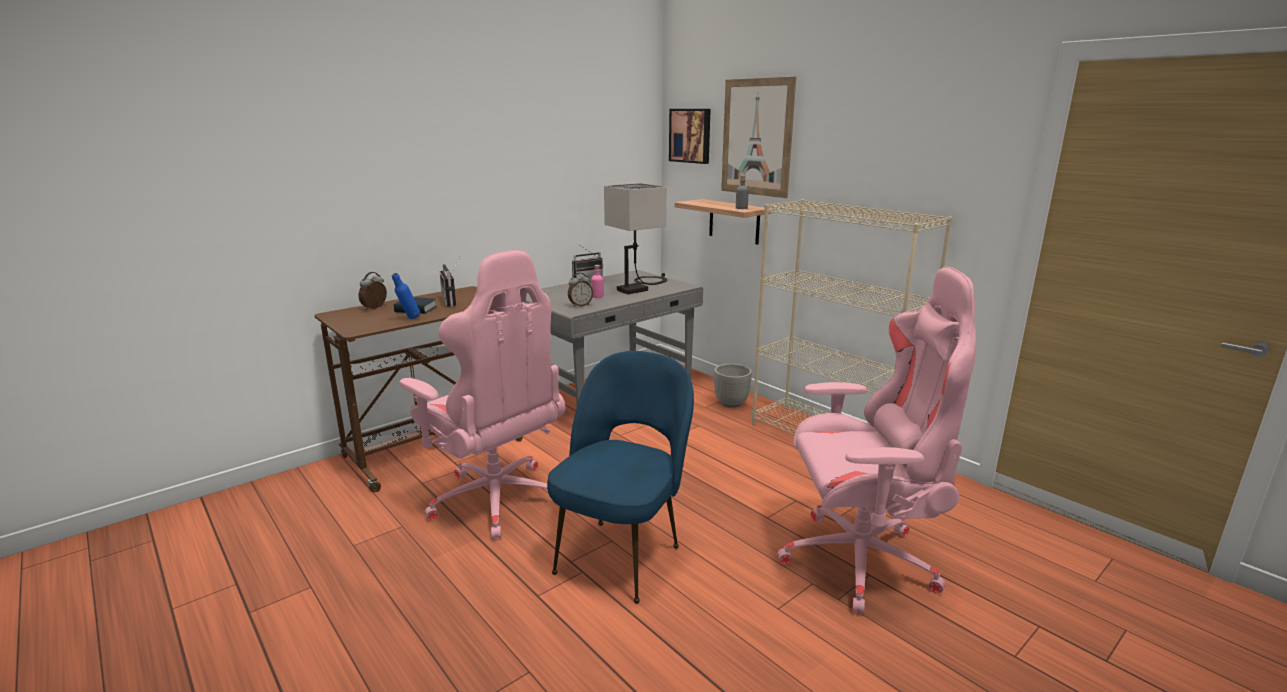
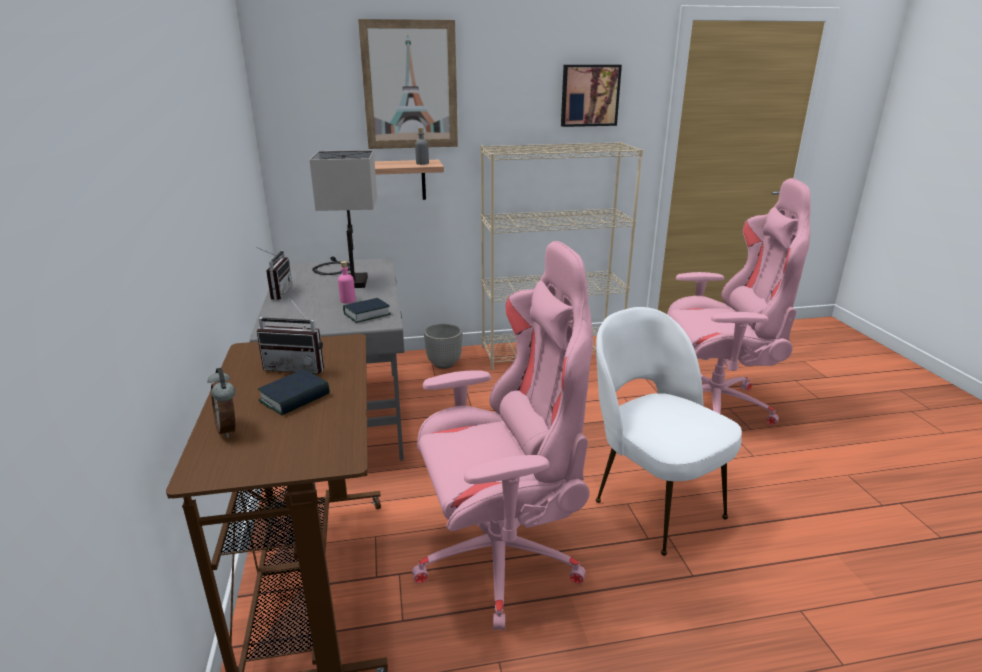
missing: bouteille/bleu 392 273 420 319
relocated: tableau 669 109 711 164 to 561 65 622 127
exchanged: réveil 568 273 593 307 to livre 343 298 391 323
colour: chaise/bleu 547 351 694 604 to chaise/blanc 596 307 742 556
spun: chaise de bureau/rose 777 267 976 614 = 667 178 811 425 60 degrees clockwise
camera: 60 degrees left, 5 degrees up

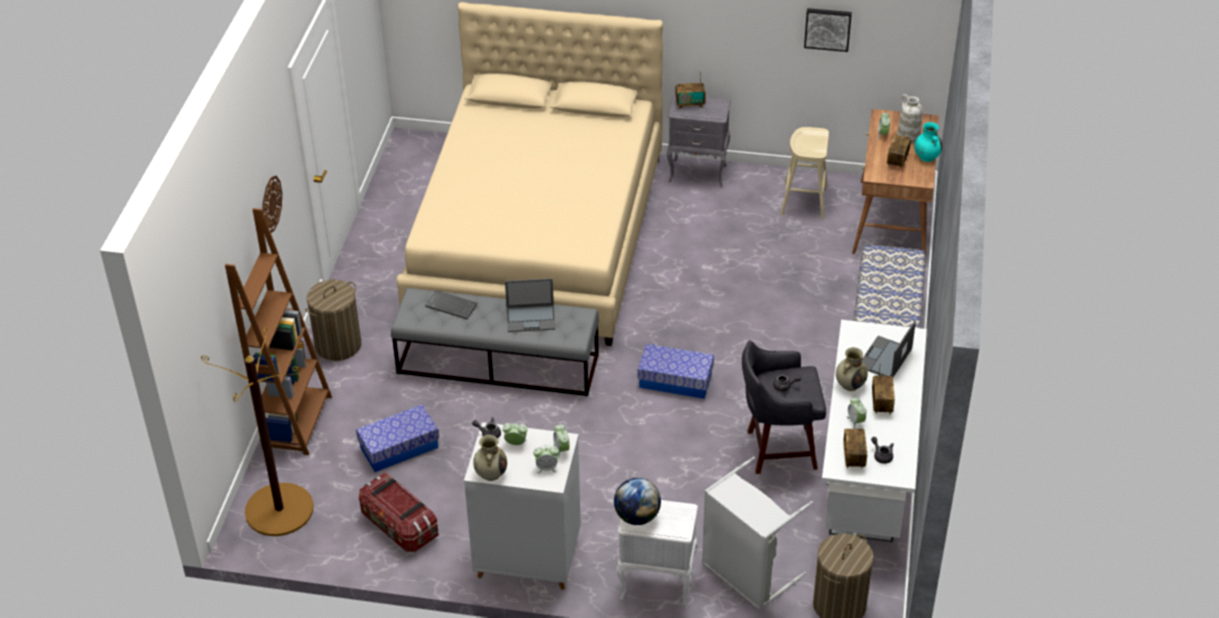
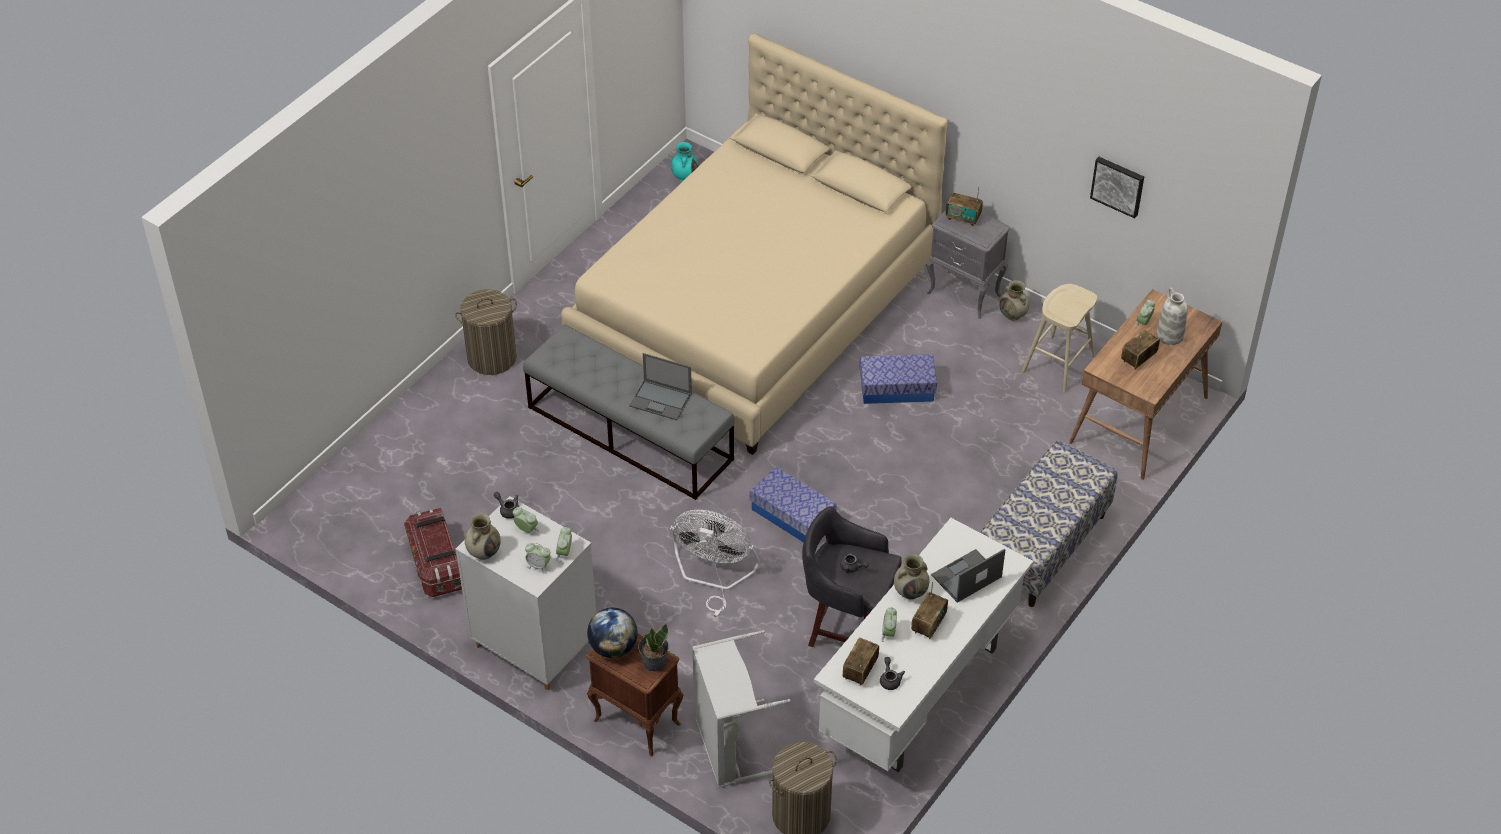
missing: horloge murale 262 176 282 233; bibliothèque/marron 225 208 332 455; clavier 425 290 477 319; portant/marron 201 327 313 536
appeared: vase/beige 999 280 1029 321; ventilateur/blanc 670 510 760 617; plante en pot 638 624 669 672
relocated: vase/turquoise 914 122 943 162 to 671 142 698 181; boîte de rangement 356 405 439 472 to 860 354 937 404
colour: table de chevet/blanc 617 500 698 608 to table de chevet/marron 586 633 683 757
camera: 25 degrees right, 5 degrees up

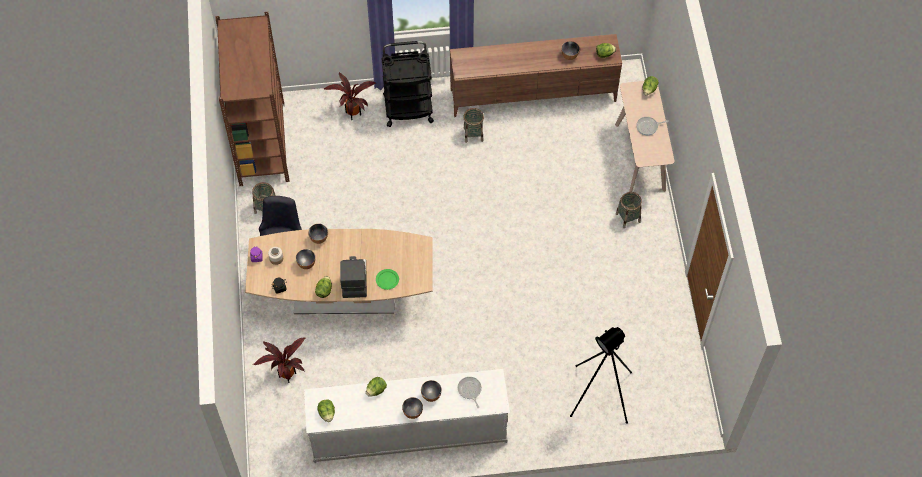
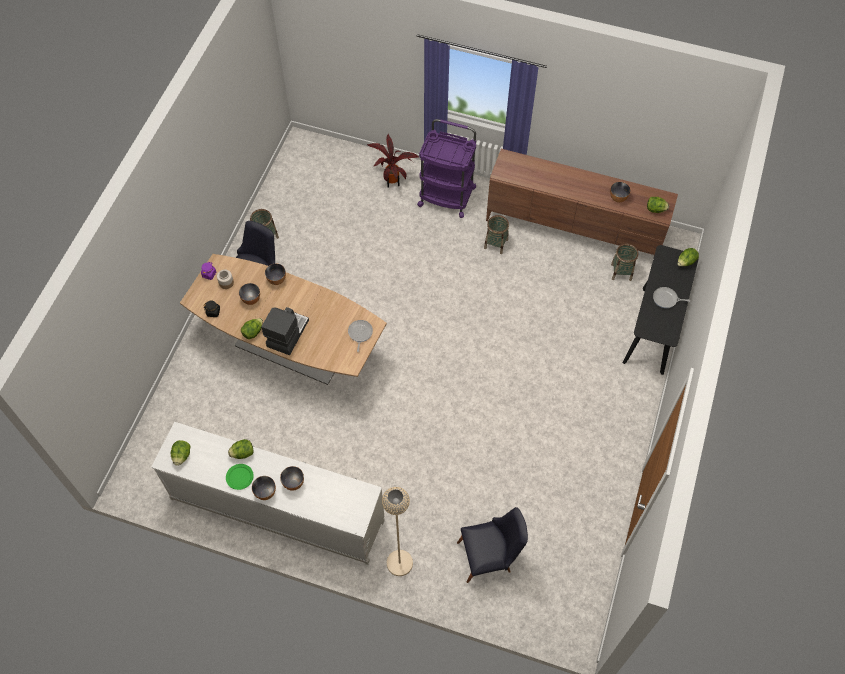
missing: bibliothèque/marron 215 12 289 186; plante en pot 253 337 305 383
appeared: lampadaire/beige 382 487 413 576
relocated: panier 616 192 642 228 to 611 244 638 281; assiette/vert 376 269 399 290 to 226 464 254 490; poêle 458 377 482 408 to 348 320 373 352
exchanged: lampadaire/noir 570 327 632 424 to chaise/noir 457 507 528 583
colour: chariot/noir 381 41 434 127 to chariot/violet 417 119 476 218; table console/beige 615 81 674 192 to table console/noir 622 245 699 375
camera: 25 degrees right, 0 degrees up

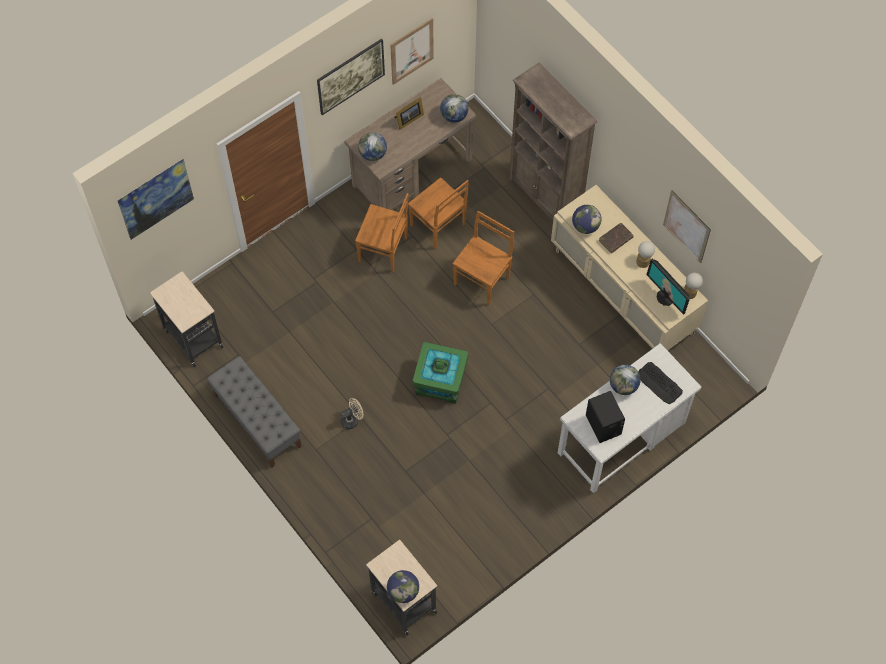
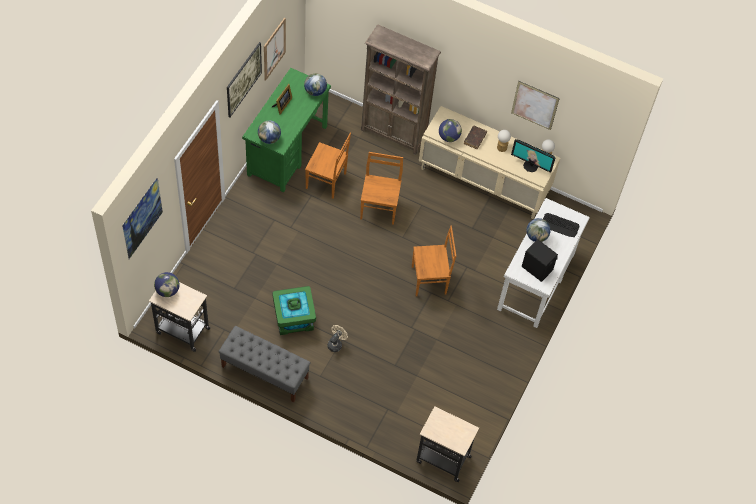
relocated: chaise/marron 355 193 408 272 to 412 226 456 296; boîte de rangement/vert 413 342 468 404 to 273 286 316 335; globe 387 570 419 603 to 154 272 179 297
colour: bureau/marron 344 78 476 210 to bureau/vert 242 68 331 192
camera: 30 degrees left, 5 degrees down

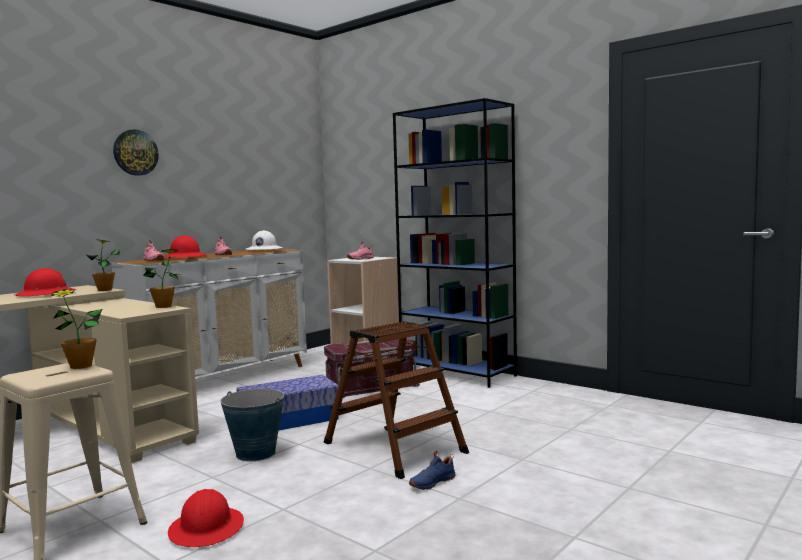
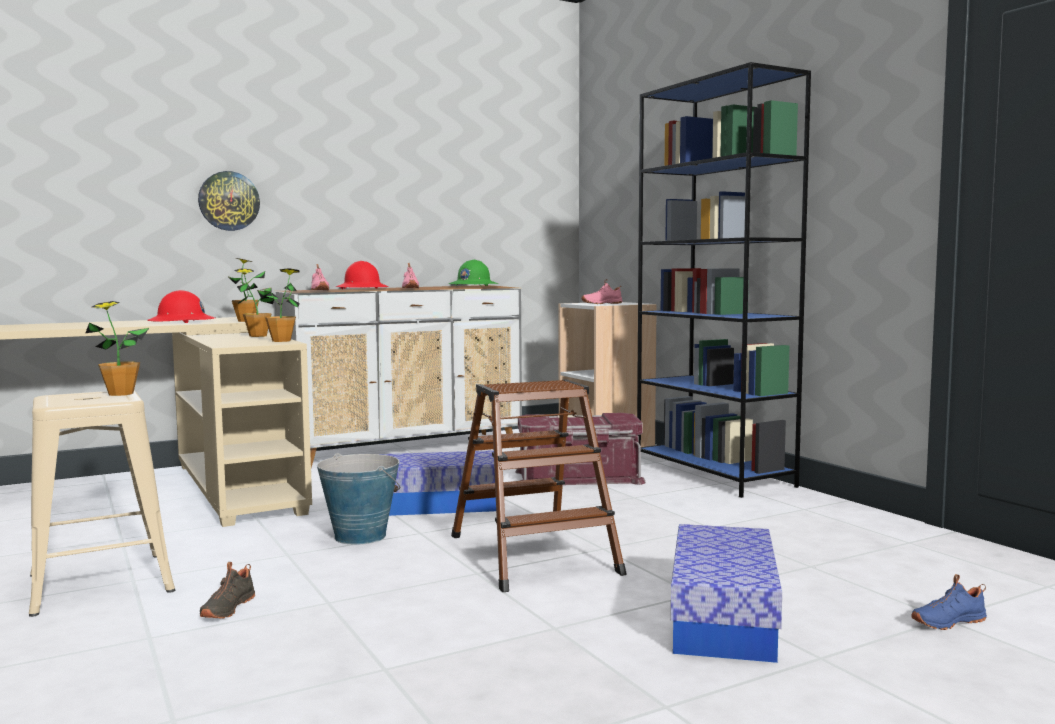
appeared: plante en pot 235 269 279 337; boîte de rangement 671 524 782 663
relocated: horloge murale 113 129 159 176 to 198 171 260 231; chaussure/bleu 409 451 456 490 to 911 574 987 630
exchanged: casque de chantier/rouge 168 489 244 547 to chaussure/noir 200 562 255 618
colour: casque de chantier/blanc 246 230 283 251 to casque de chantier/vert 449 260 499 286
camera: 20 degrees right, 0 degrees up

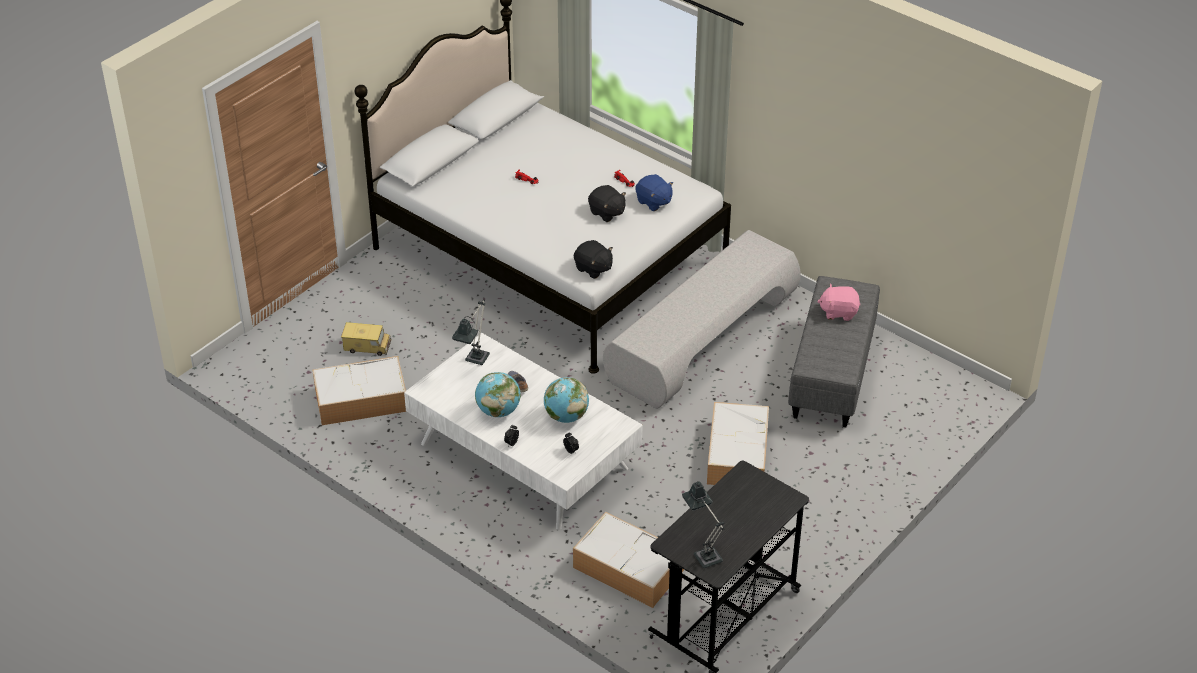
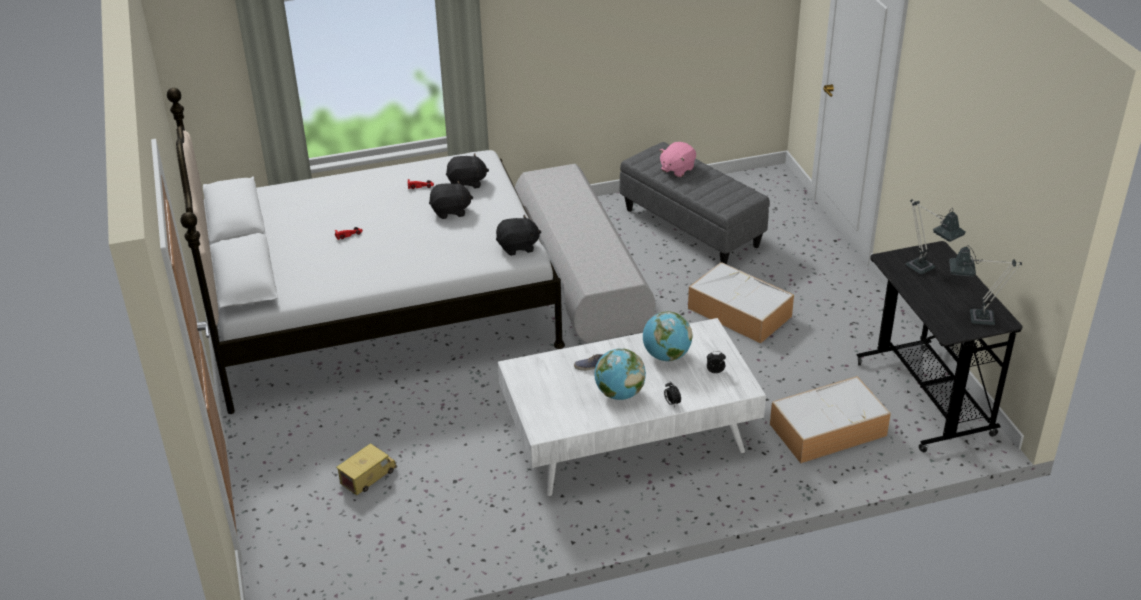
missing: boîte de rangement 312 356 406 425
relocated: lampe de table 452 299 490 365 to 905 200 966 274
colour: peluche/bleu 635 174 673 211 to peluche/noir 446 153 489 189
camera: 55 degrees left, 5 degrees down

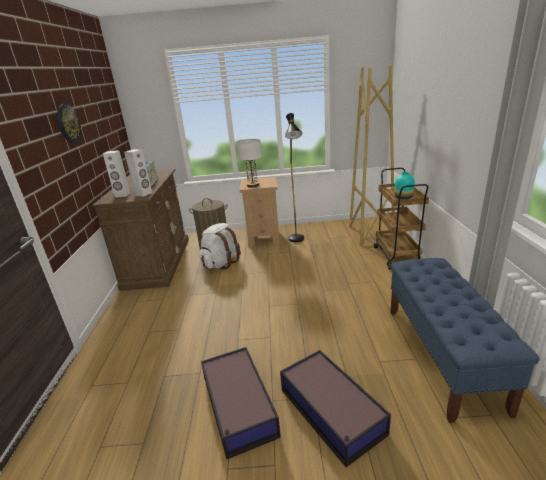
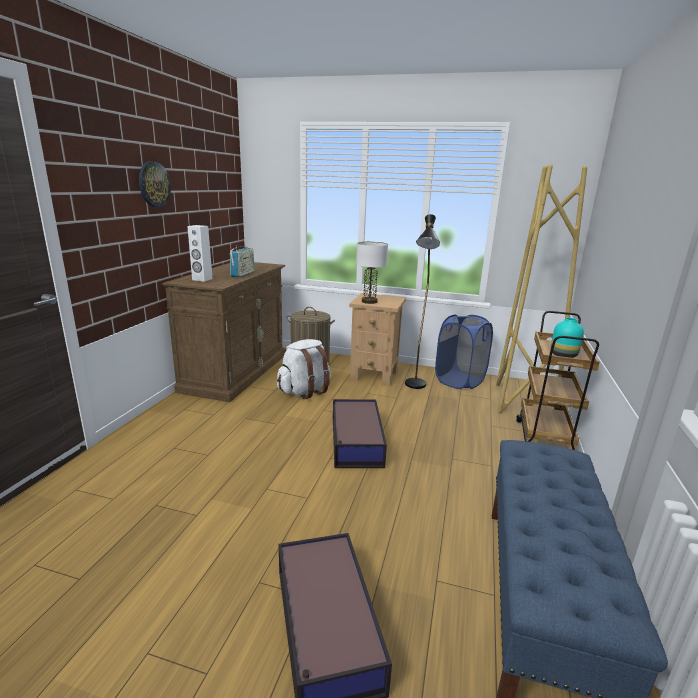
missing: enceinte/blanc 124 149 152 197
appeared: panier à linge/bleu 435 314 493 389
relocated: boîte de rangement 201 347 281 459 to 333 399 387 468
camera: 15 degrees right, 5 degrees down

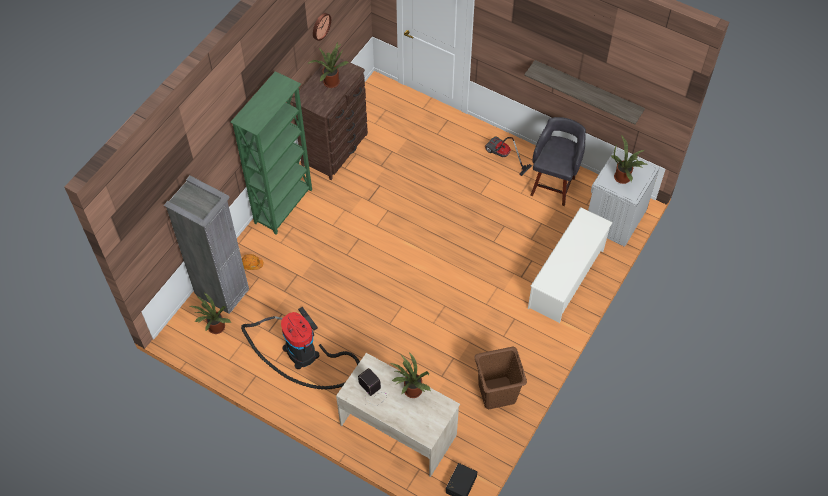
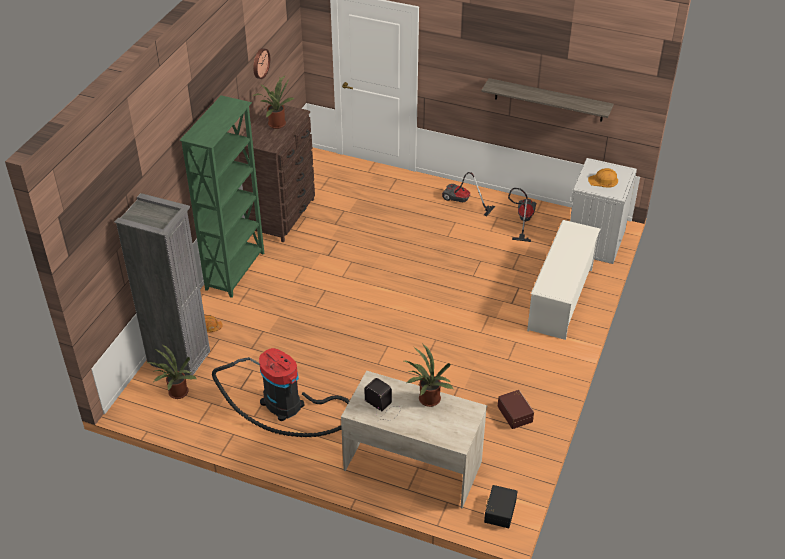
exchanged: tabouret/gris 530 117 586 206 to aspirateur 508 188 536 242; plante en pot 611 135 649 184 to casque de chantier/orange 588 168 618 187; panier à linge/marron 474 347 527 409 to boîte de rangement/marron 498 390 534 429
camera: 10 degrees left, 15 degrees down

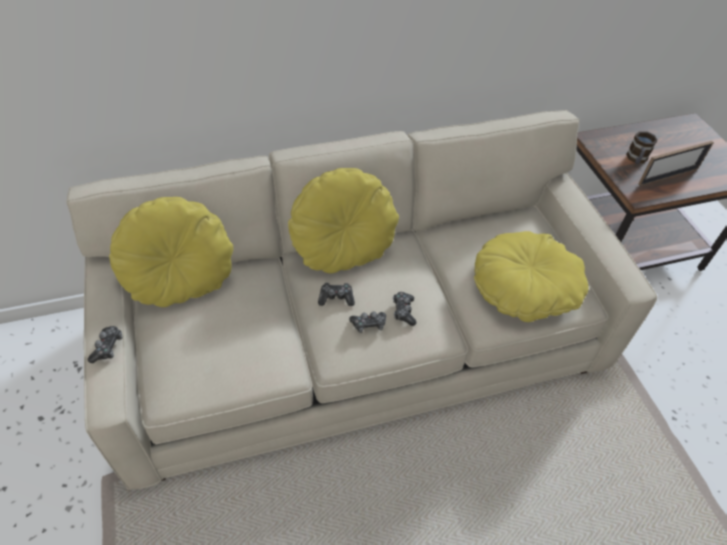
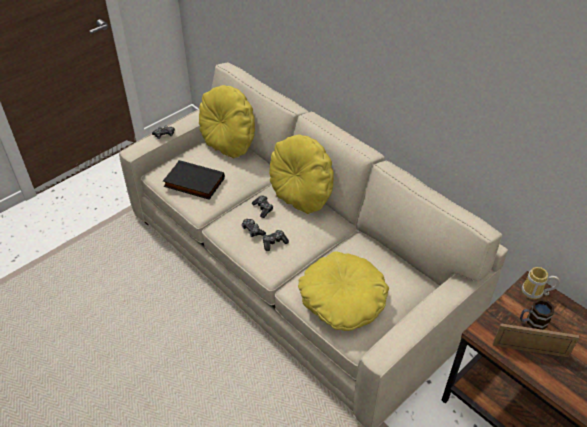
appeared: livre/noir 163 160 225 200; mug 522 267 560 299
spun: cadre photo 638 141 714 186 = 493 323 579 357 150 degrees clockwise
camera: 65 degrees right, 5 degrees down

